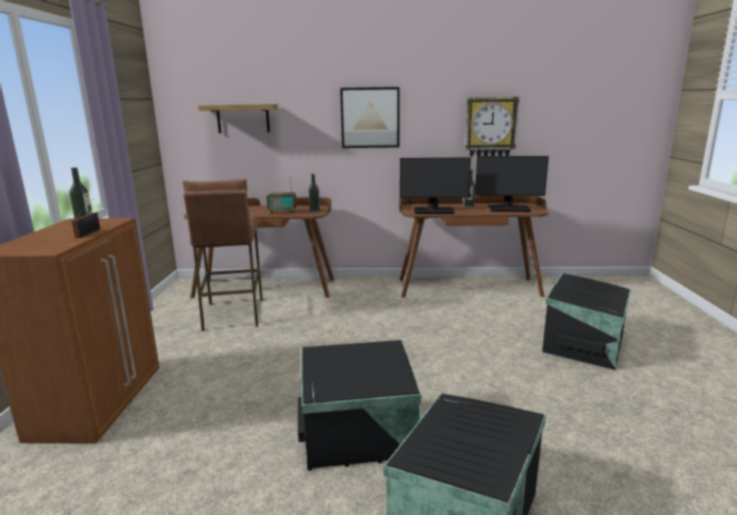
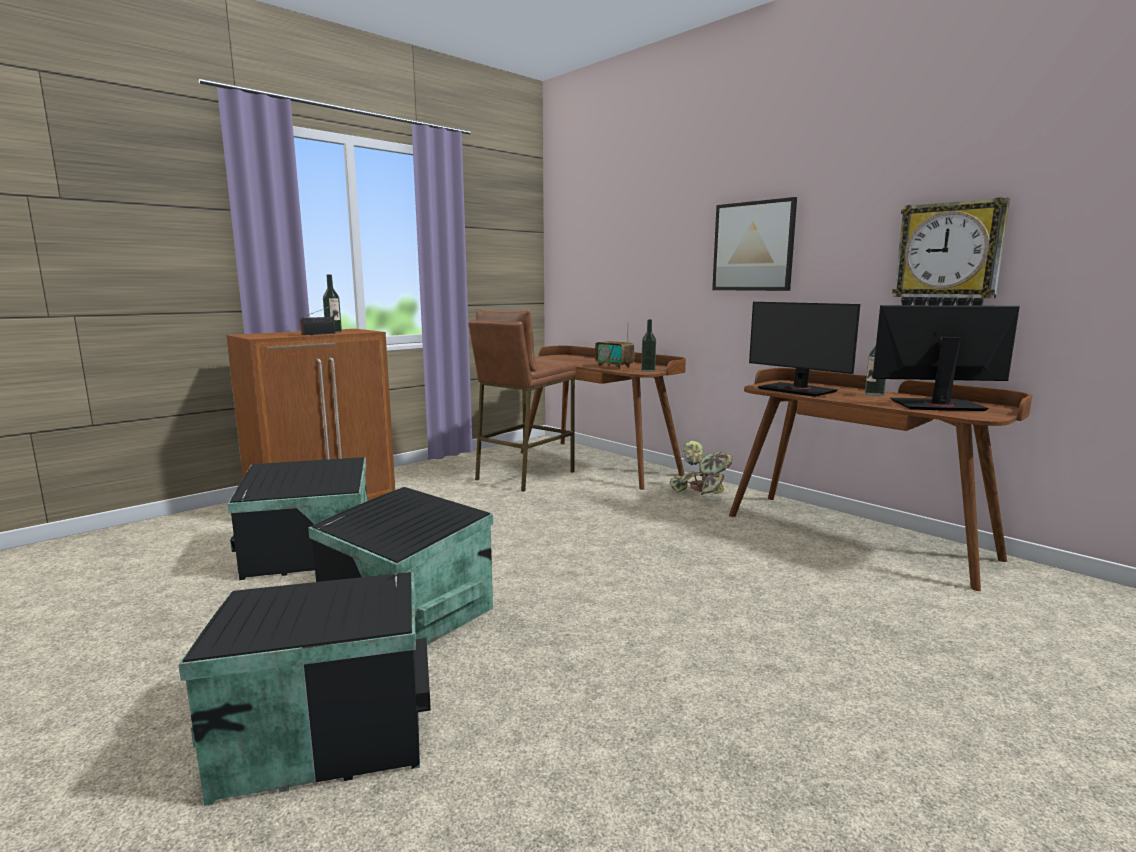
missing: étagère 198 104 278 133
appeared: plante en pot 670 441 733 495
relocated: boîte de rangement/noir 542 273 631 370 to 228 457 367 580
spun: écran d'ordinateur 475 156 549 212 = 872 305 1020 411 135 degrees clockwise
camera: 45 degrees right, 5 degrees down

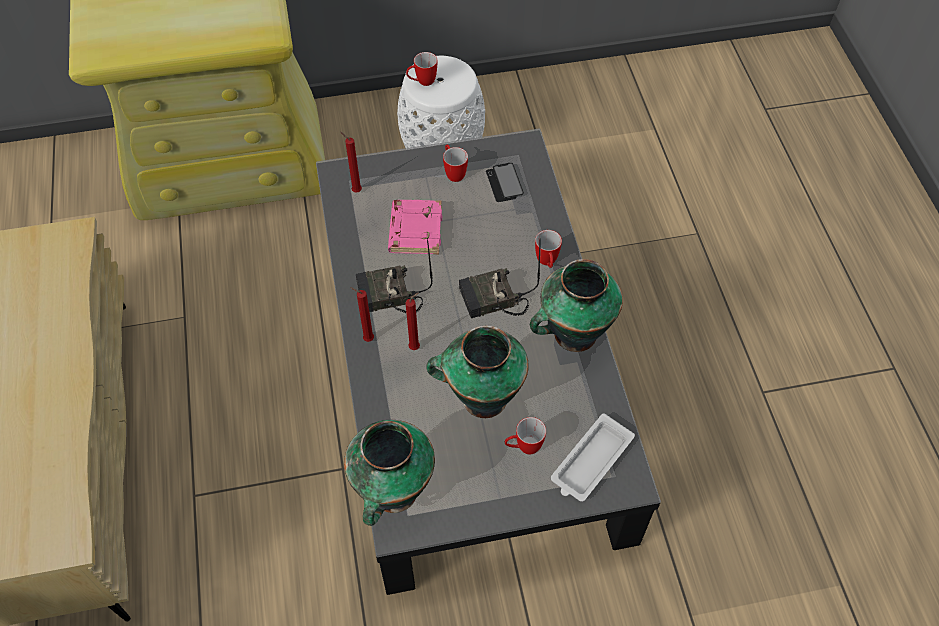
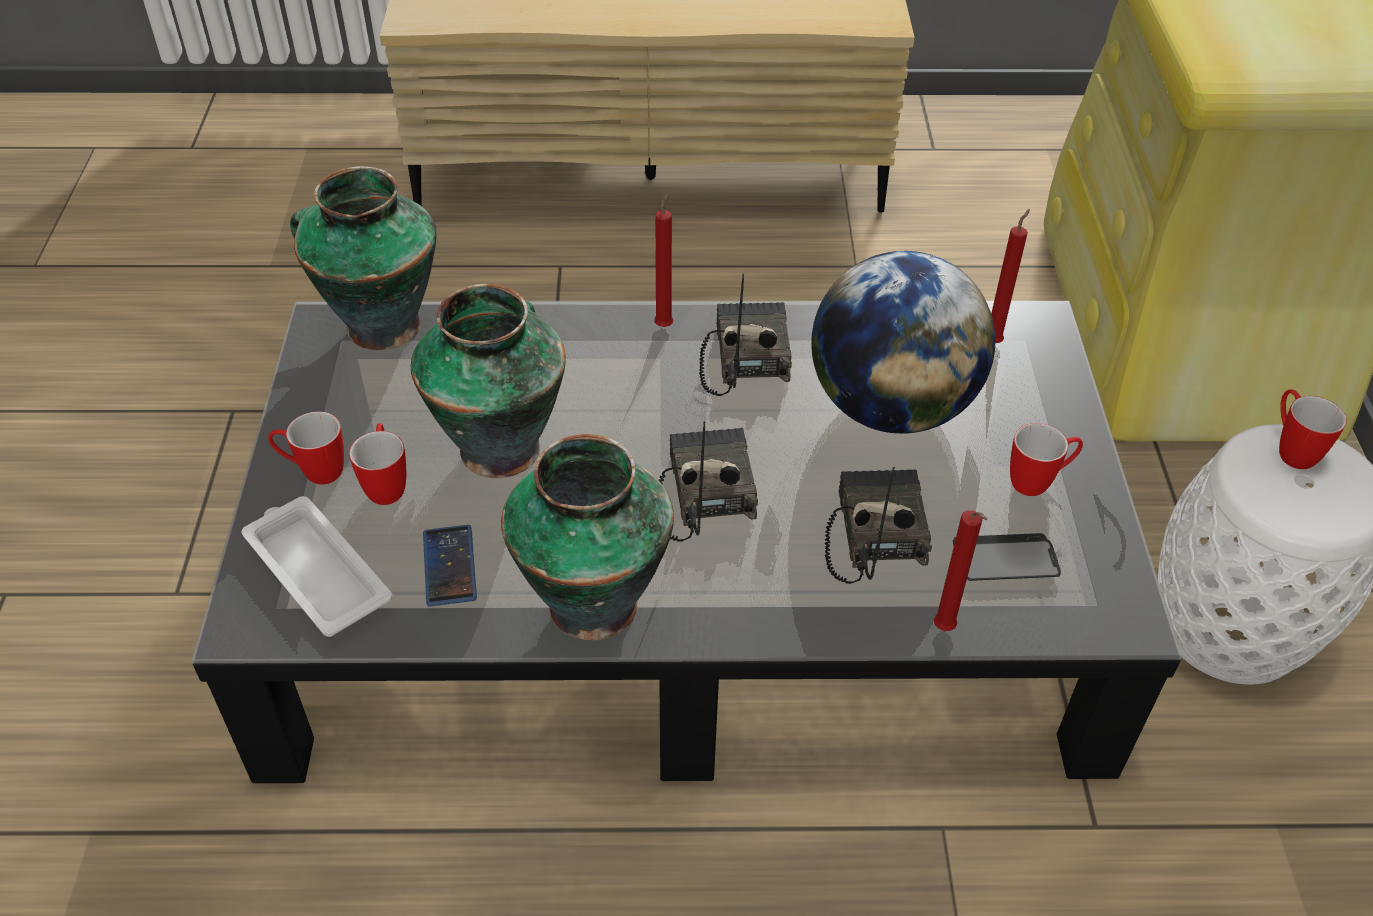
appeared: radio 825 467 932 584; téléphone 423 525 477 607
relocated: mug 535 230 562 268 to 268 411 344 485; bougie/rouge 405 292 420 350 to 934 510 987 631
exchanged: livre/rose 388 200 442 254 to globe 811 251 995 434
camera: 100 degrees right, 10 degrees down

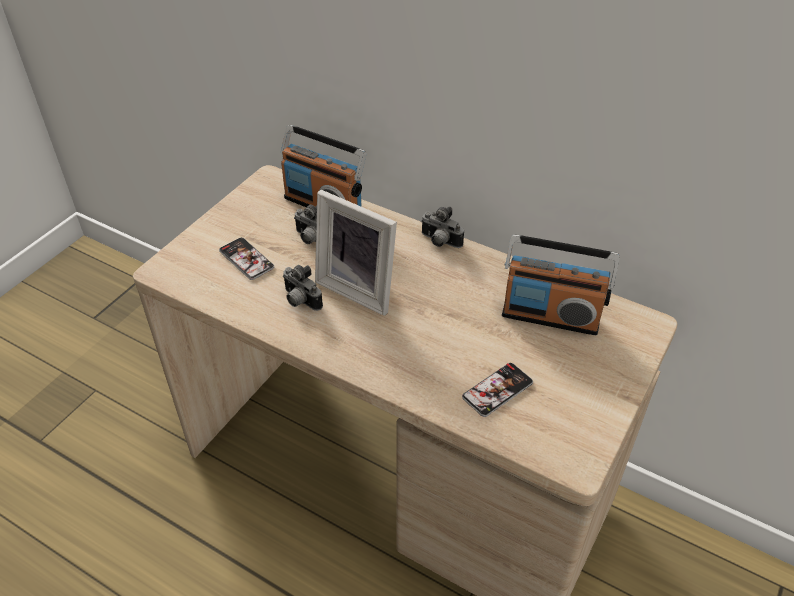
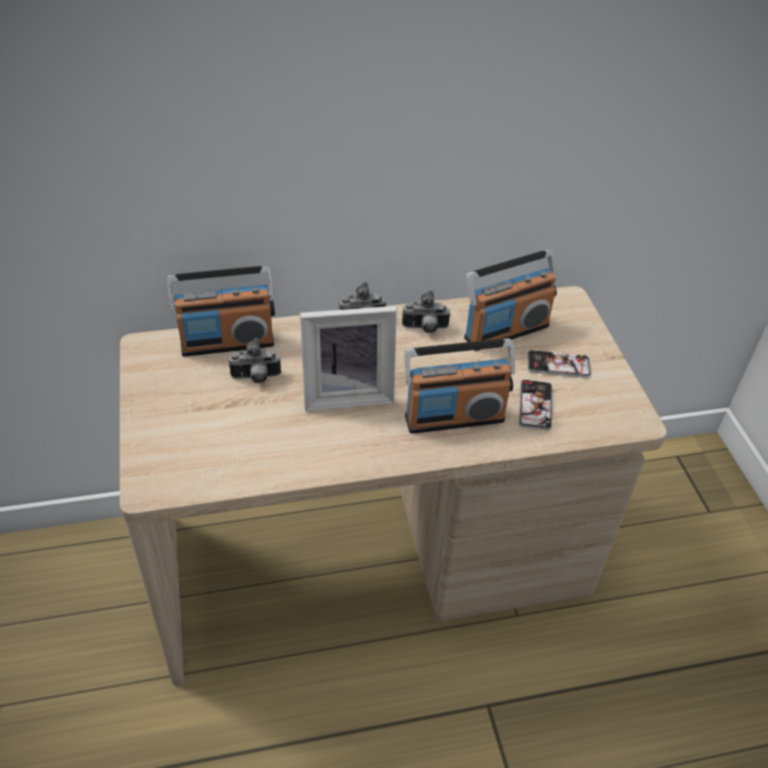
appeared: radio 404 338 515 434
relocated: téléphone 219 238 274 280 to 527 350 591 378; appareil photo 283 265 323 311 to 402 290 450 333
camera: 45 degrees left, 0 degrees up

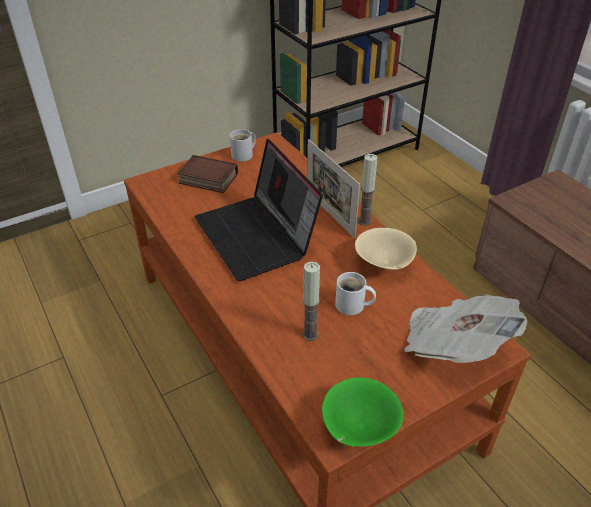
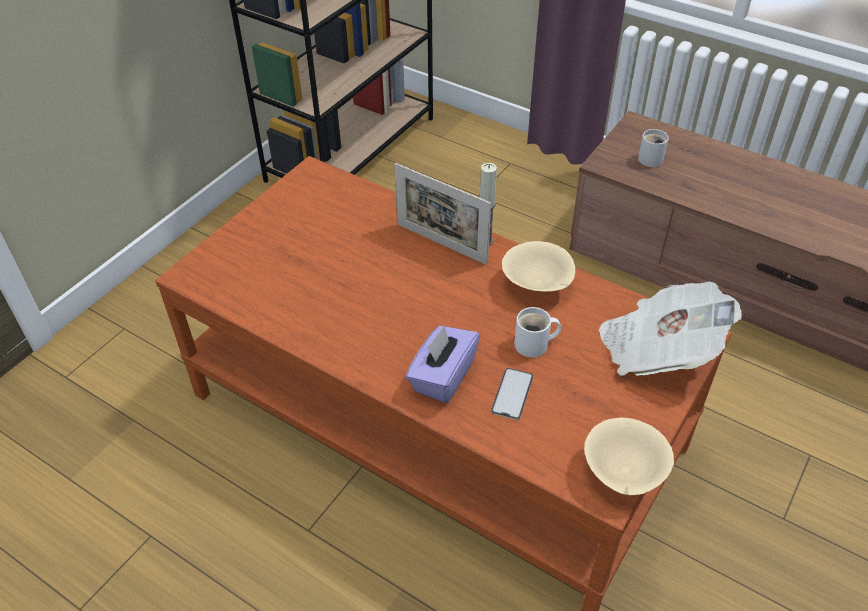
missing: ordinateur portable 194 139 323 281; livre 177 155 238 193
appeared: boîte à mouchoirs/violet 406 325 480 403
relocated: mug/blanc 230 129 256 162 to 638 129 669 167
exchanged: bougie 302 262 320 341 to téléphone 491 368 533 420
colour: bol/vert 322 377 403 447 to bol/beige 584 418 674 495
camera: 25 degrees left, 5 degrees up

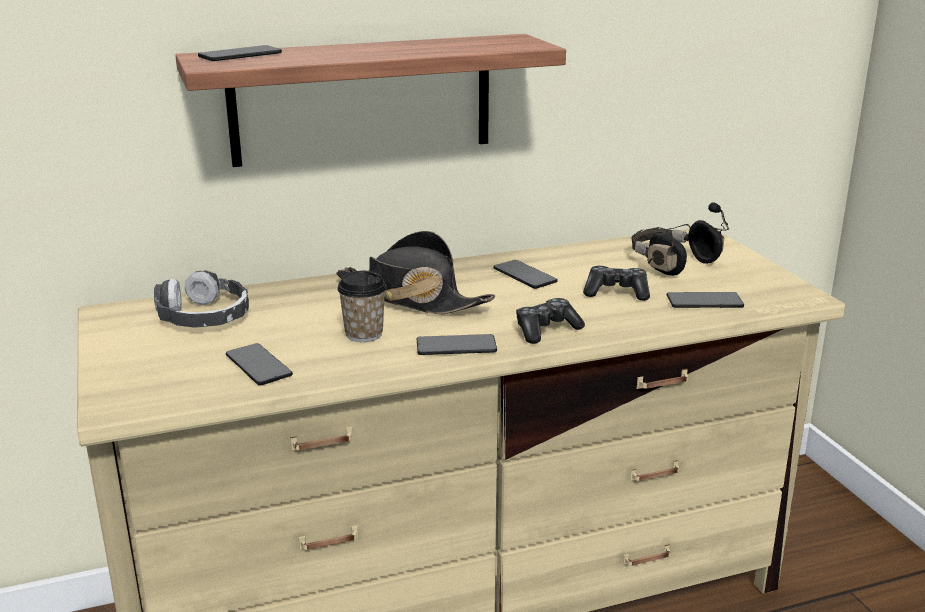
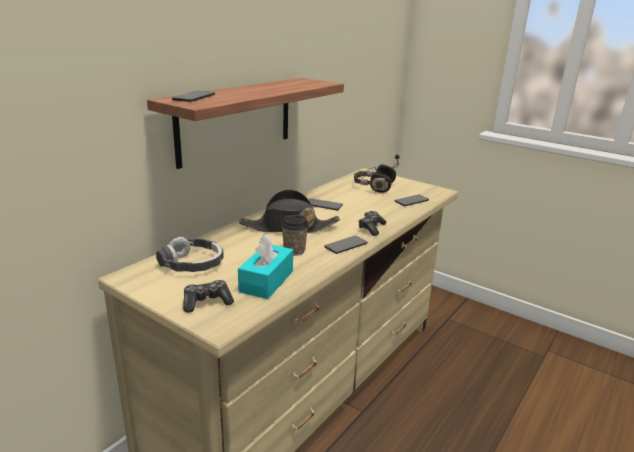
relocated: manette 583 266 650 301 to 183 280 234 313
exchanged: téléphone 226 343 293 386 to boîte à mouchoirs/turquoise 238 234 293 299
camera: 35 degrees left, 0 degrees up

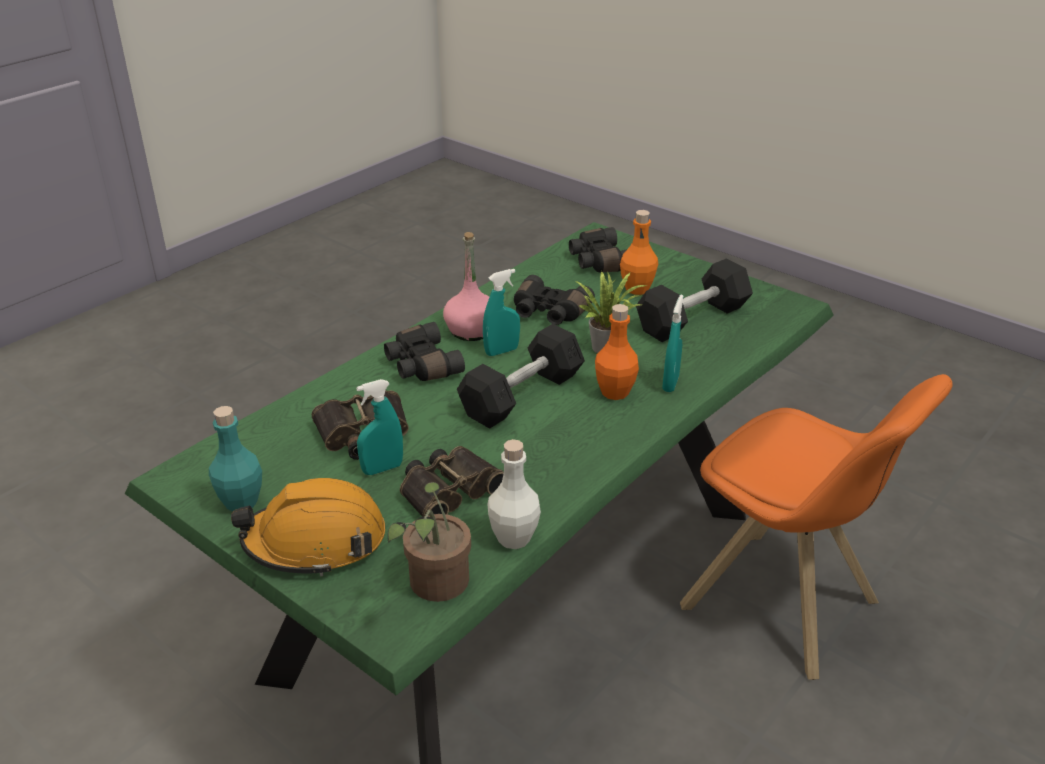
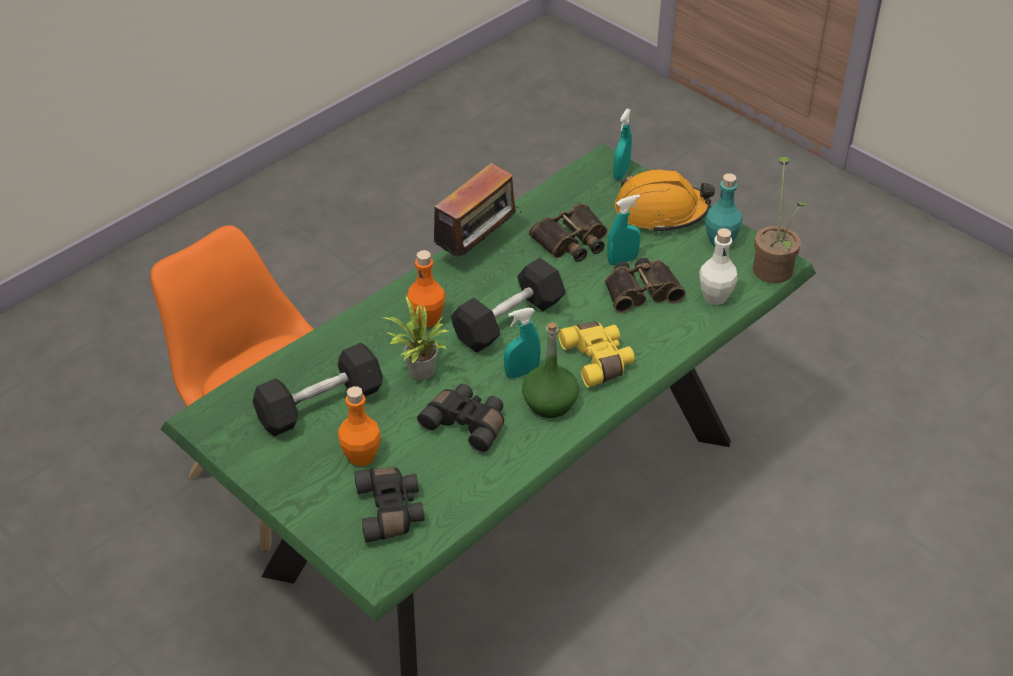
appeared: radio 434 163 521 259
relocated: vaporisateur/turquoise 663 295 683 392 to 613 109 632 180; bouteille/blanc 487 439 541 549 to 699 228 738 305; plante en pot 388 482 471 602 to 753 157 808 283
colour: bouteille/rose 443 232 489 341 to bouteille/vert 522 322 579 418; jumelles/noir 384 322 465 381 to jumelles/jaune 558 322 635 387
camera: 175 degrees left, 10 degrees up

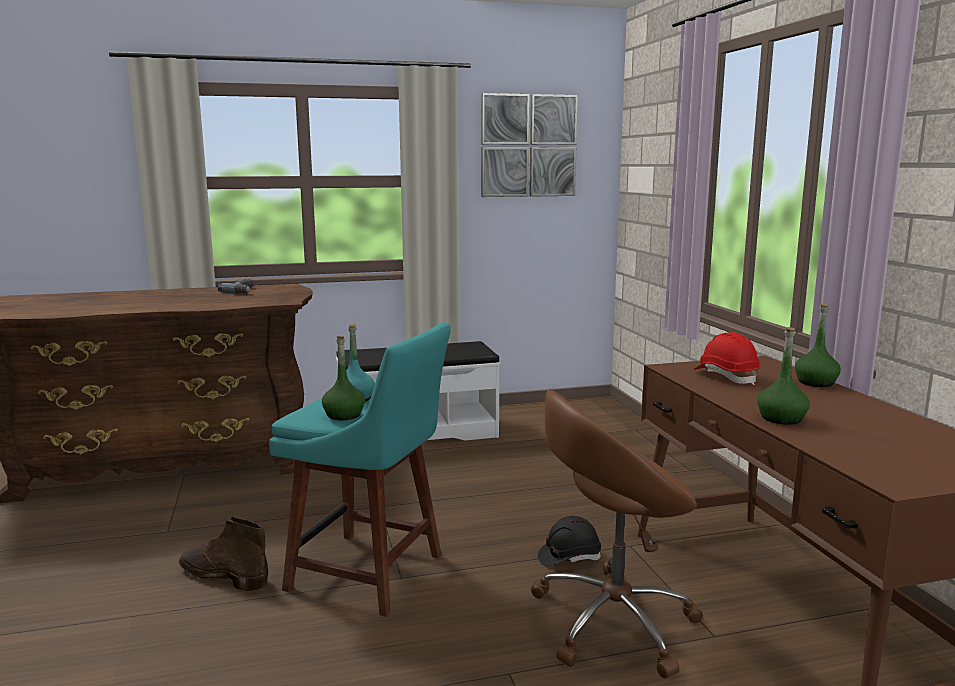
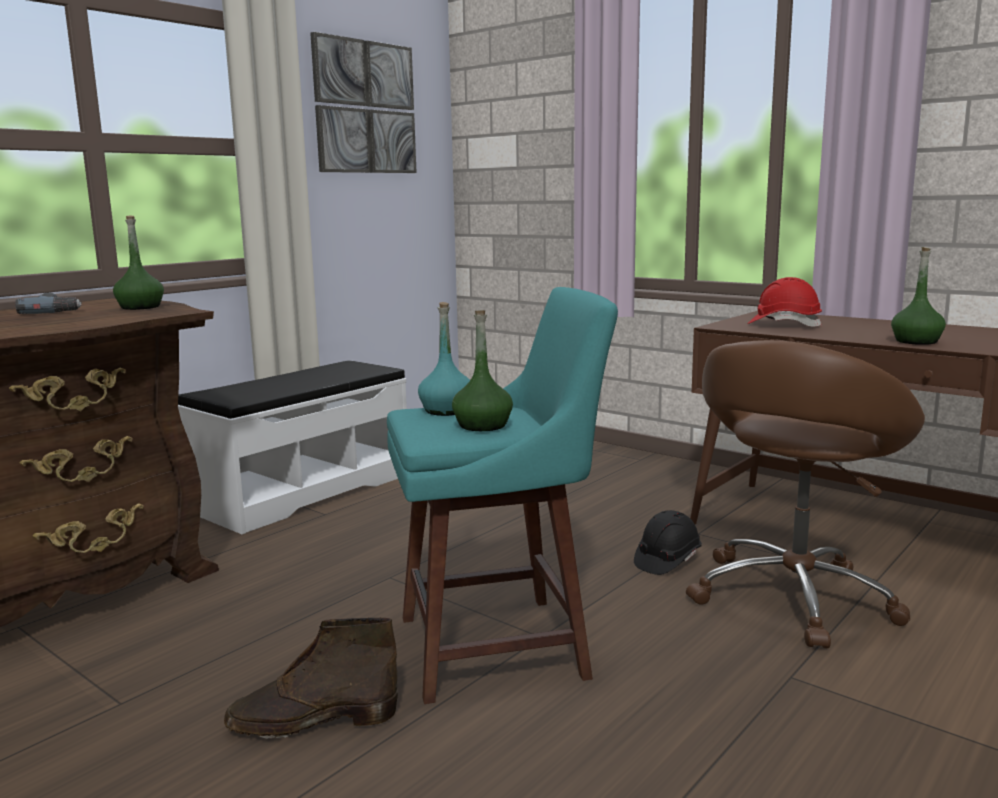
relocated: bouteille/vert 795 303 841 387 to 113 216 164 310
camera: 35 degrees left, 0 degrees up

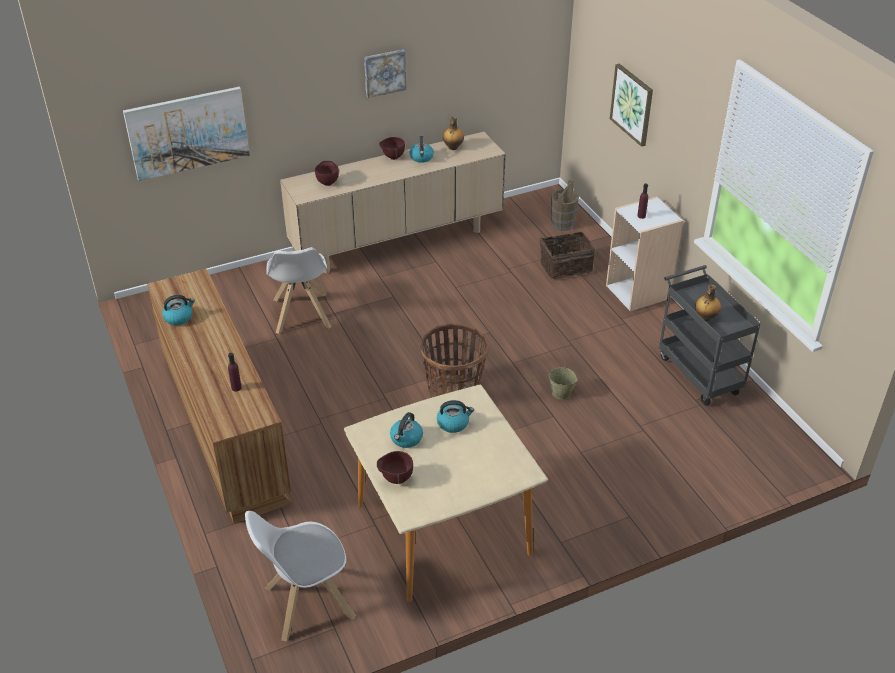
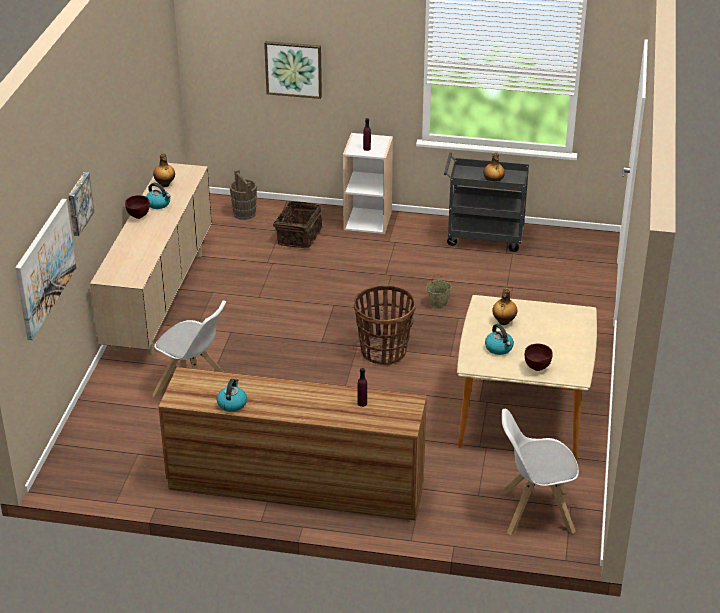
missing: bol/marron 315 161 339 186
relocated: tableau 364 49 406 98 to 68 172 94 236
exchanged: bouilloire 437 400 474 433 to bouteille 492 288 517 325
spun: chaise 245 511 356 642 = 500 409 579 535 75 degrees clockwise
camera: 55 degrees left, 5 degrees down

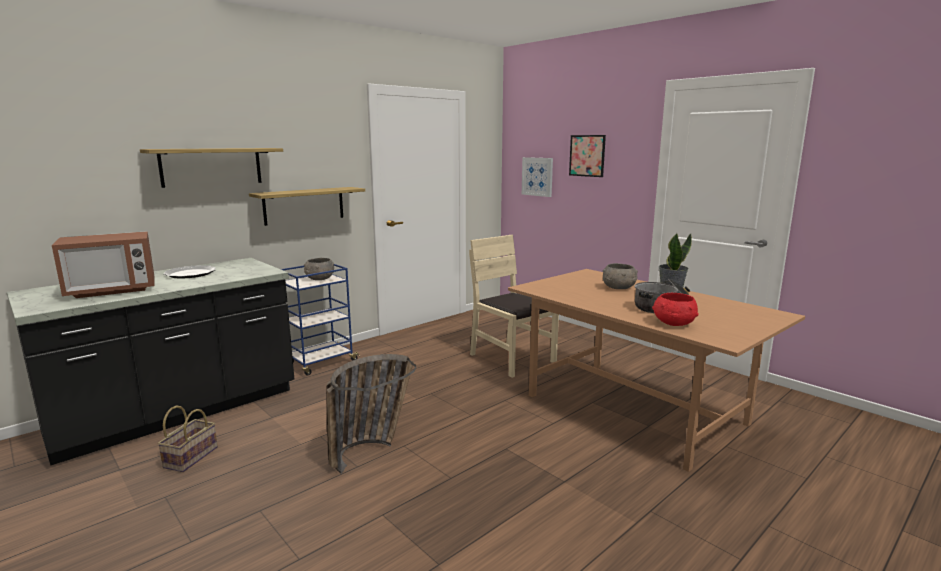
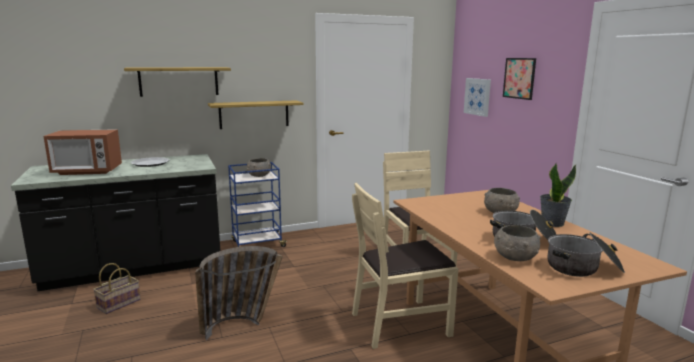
appeared: chaise/beige 352 183 458 349; marmite 547 232 625 277
colour: bol/rouge 652 293 699 326 to bol/gris 494 225 541 261
camera: 20 degrees right, 0 degrees up

